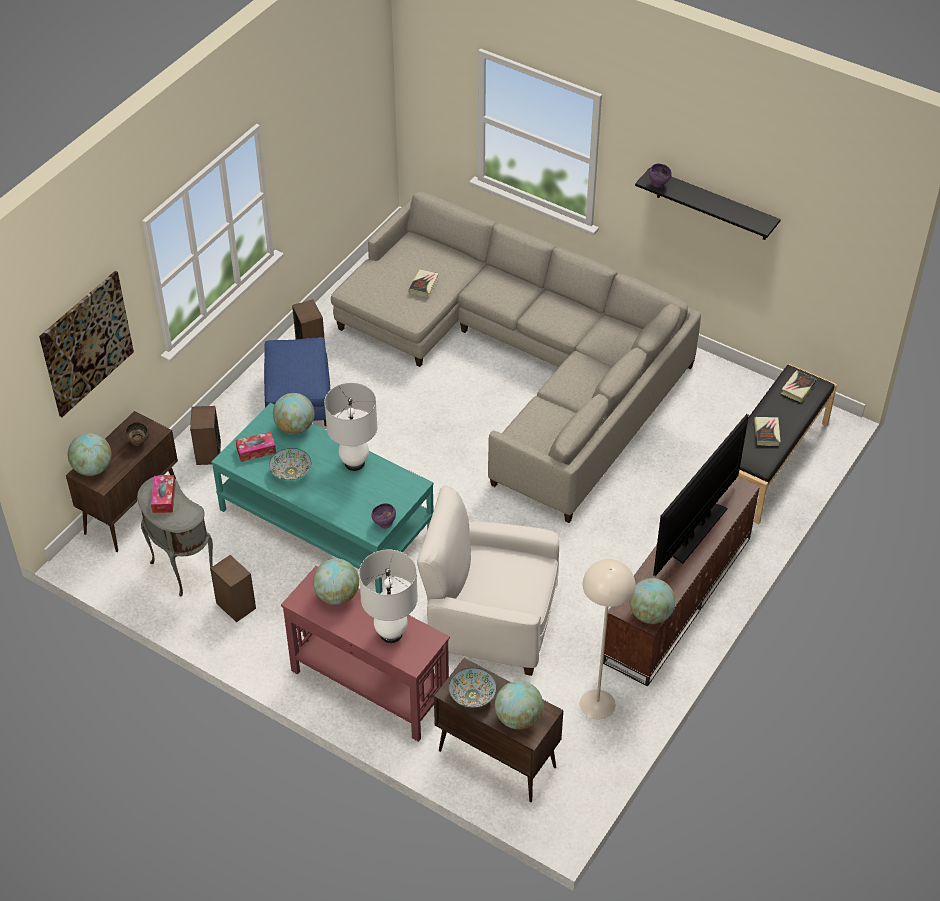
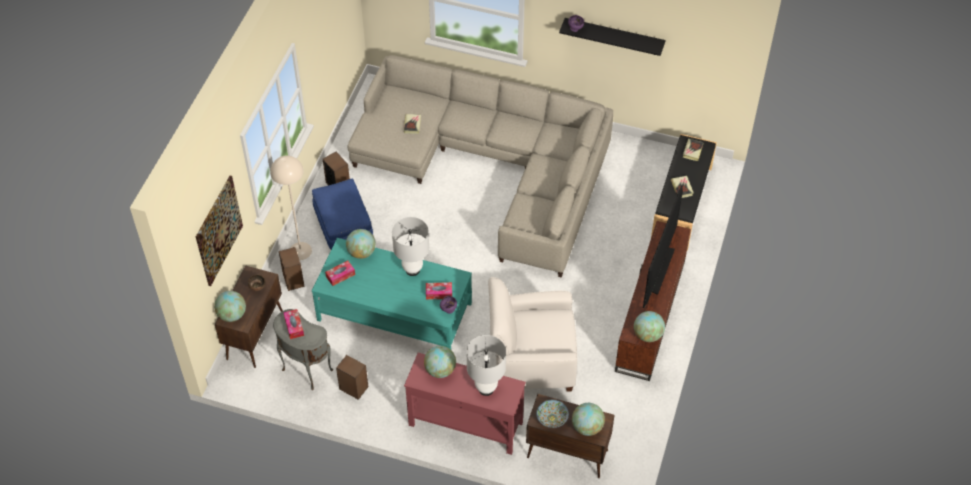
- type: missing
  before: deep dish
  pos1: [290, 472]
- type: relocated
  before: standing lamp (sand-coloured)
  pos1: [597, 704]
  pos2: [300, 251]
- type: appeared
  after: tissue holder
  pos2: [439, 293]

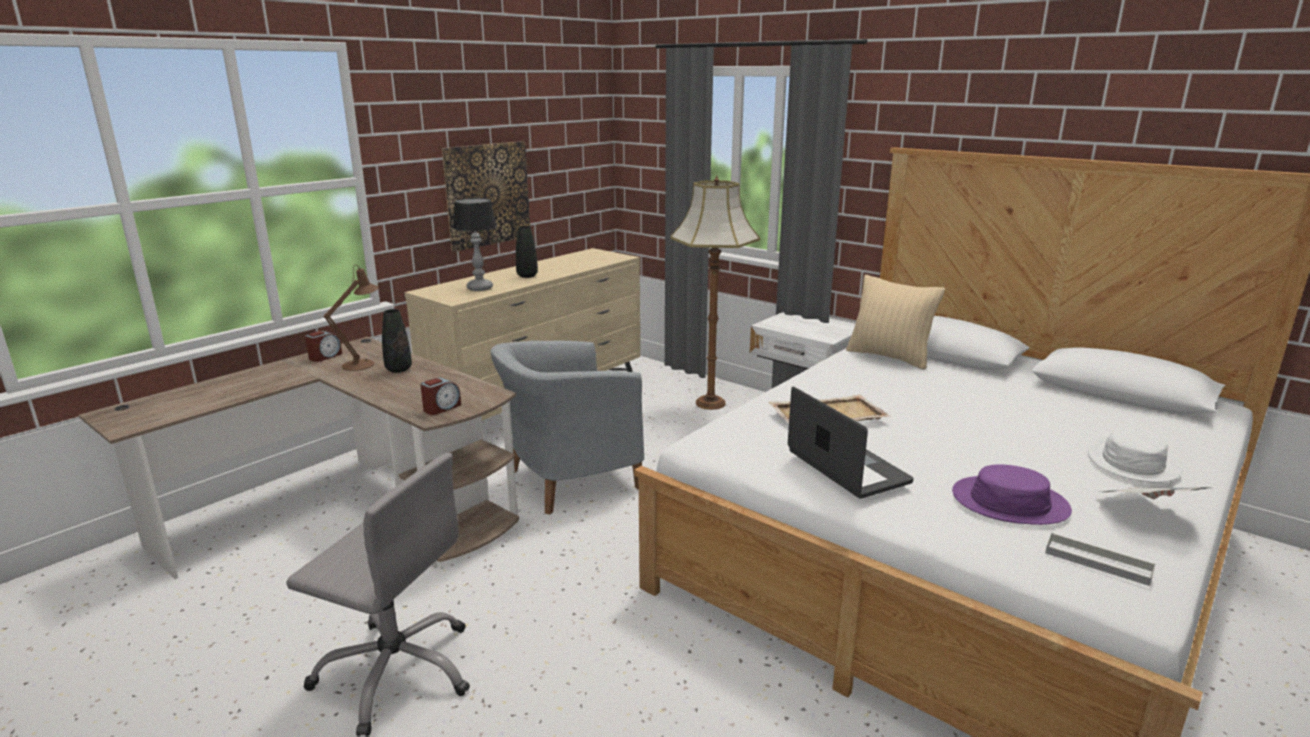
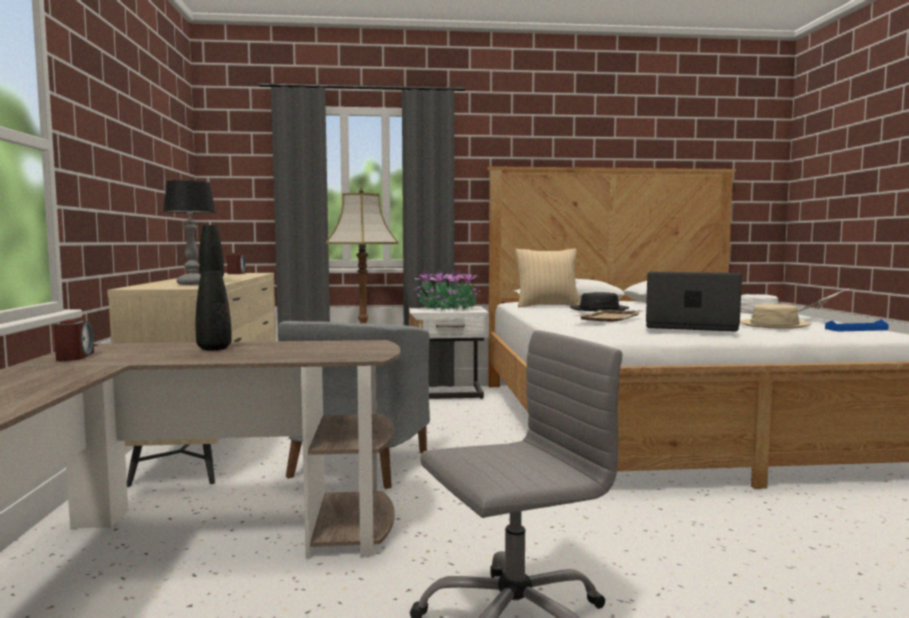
- type: missing
  before: tabletop lamp (brown)
  pos1: [362, 363]
- type: relocated
  before: alarm clock
  pos1: [441, 408]
  pos2: [236, 273]
- type: missing
  before: wall art
  pos1: [487, 194]
- type: colour
  before: hat (purple)
  after: hat (sand-coloured)
  pos1: [1009, 502]
  pos2: [774, 325]
- type: colour
  before: carrying tray (grey)
  after: carrying tray (bluish)
  pos1: [1098, 562]
  pos2: [856, 329]
- type: appeared
  after: houseplant
  pos2: [448, 309]
- type: appeared
  after: hat (blackish)
  pos2: [599, 309]

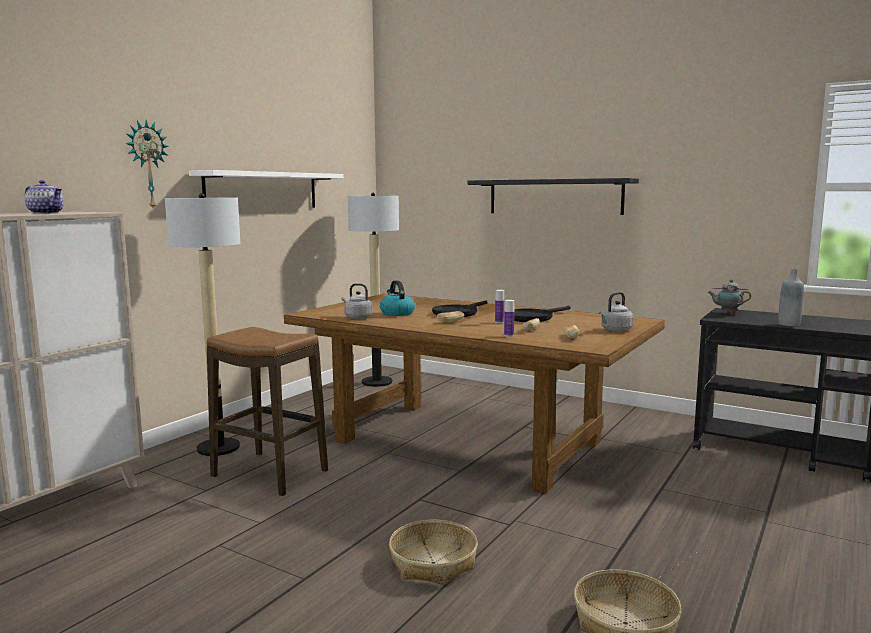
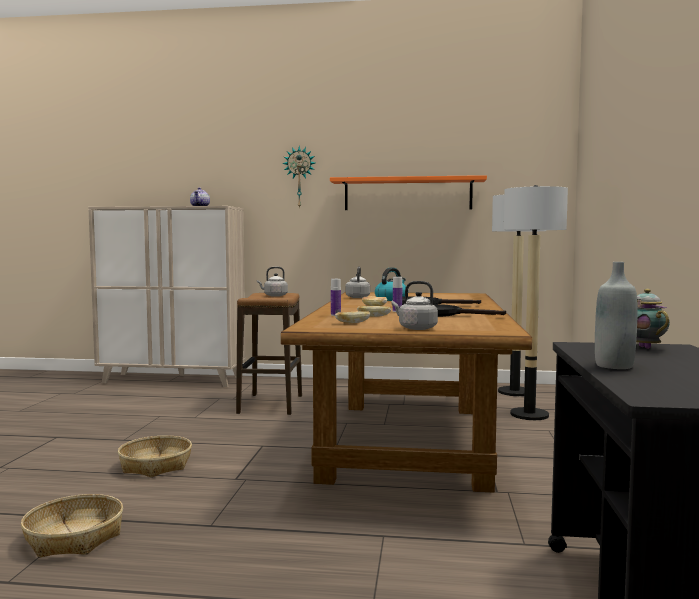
- type: relocated
  before: standing lamp
  pos1: [218, 448]
  pos2: [529, 415]
- type: colour
  before: bracket shelf (white)
  after: bracket shelf (orangey)
  pos1: [263, 191]
  pos2: [407, 194]
- type: missing
  before: bracket shelf (blackish)
  pos1: [554, 196]
- type: appeared
  after: water kettle (grey)
  pos2: [274, 296]

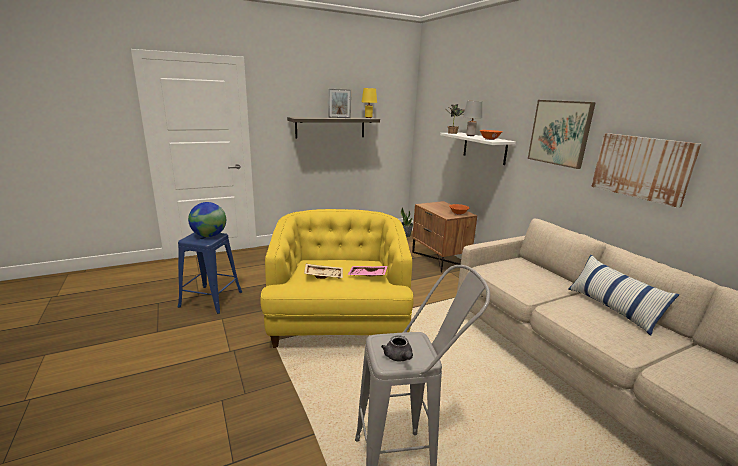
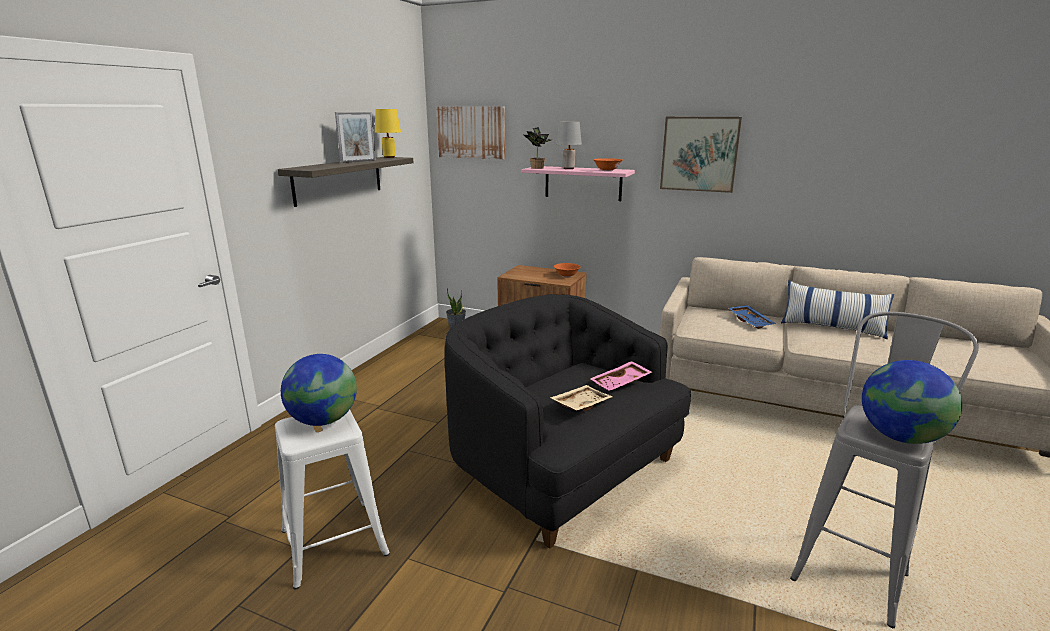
- type: colour
  before: stool seat (bluish)
  after: stool seat (white)
  pos1: [211, 299]
  pos2: [334, 542]
- type: colour
  before: lounge chair (yellow)
  after: lounge chair (blackish)
  pos1: [338, 321]
  pos2: [562, 469]
- type: exchanged
  before: teapot (grey)
  after: globe
  pos1: [399, 357]
  pos2: [900, 437]
- type: colour
  before: bracket shelf (white)
  after: bracket shelf (pink-coloured)
  pos1: [484, 148]
  pos2: [583, 183]
- type: relocated
  before: wall art
  pos1: [641, 167]
  pos2: [471, 132]
- type: appeared
  after: carrying tray (bluish)
  pos2: [751, 321]

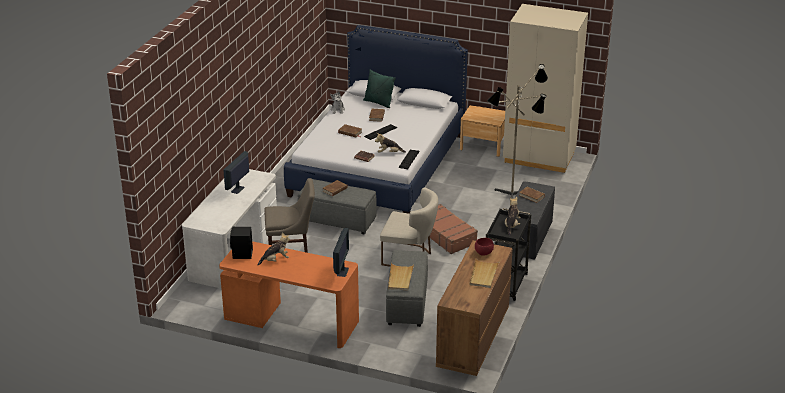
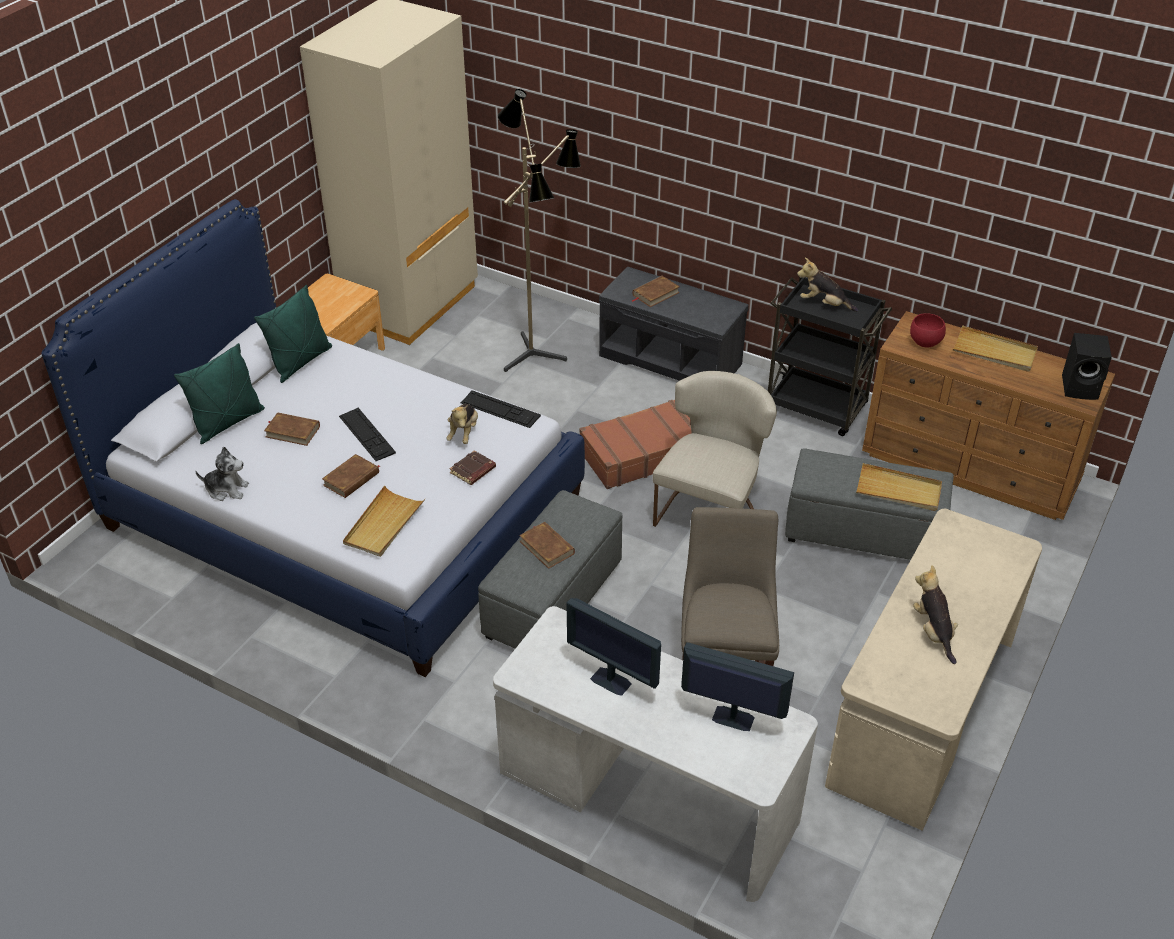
- type: colour
  before: desk unit (orangey)
  after: desk unit (sand-coloured)
  pos1: [291, 321]
  pos2: [922, 711]
- type: relocated
  before: loudspeaker (blackish)
  pos1: [242, 254]
  pos2: [1081, 388]
- type: relocated
  before: computer screen
  pos1: [342, 271]
  pos2: [732, 718]
- type: appeared
  after: cushion (green)
  pos2: [300, 362]
- type: appeared
  after: carrying tray (sand-coloured)
  pos2: [383, 524]

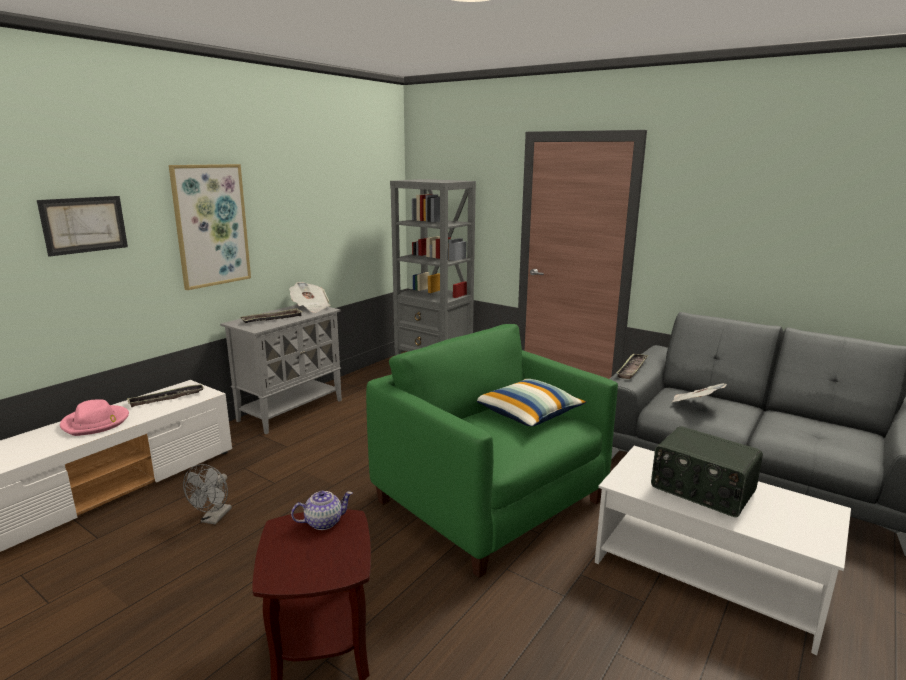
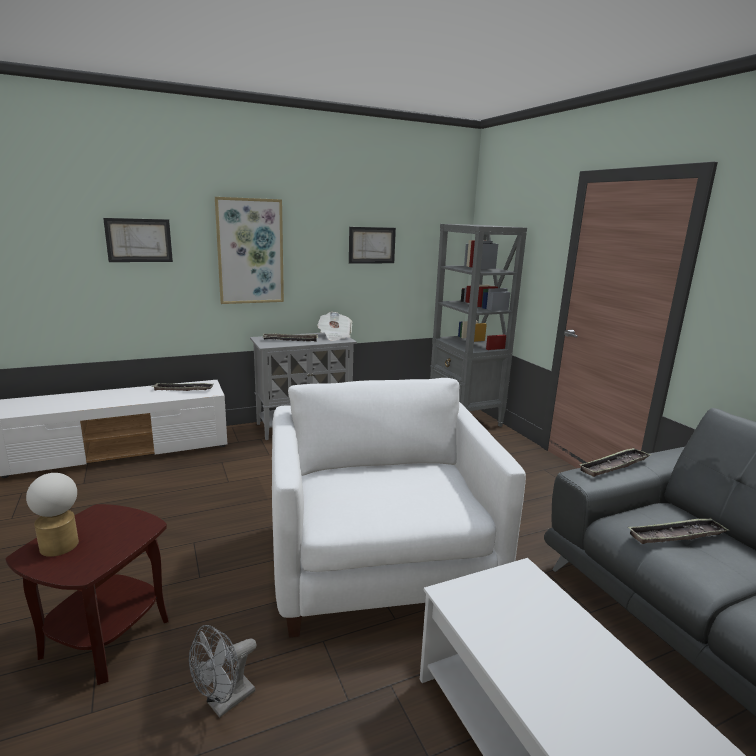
- type: missing
  before: hat (pink-coloured)
  pos1: [96, 423]
- type: relocated
  before: electric fan (grey)
  pos1: [214, 518]
  pos2: [225, 702]
- type: missing
  before: teapot
  pos1: [323, 522]
- type: colour
  before: lounge chair (green)
  after: lounge chair (white)
  pos1: [490, 501]
  pos2: [381, 565]
- type: missing
  before: cushion
  pos1: [528, 414]
- type: missing
  before: radio set
  pos1: [701, 490]
- type: exchanged
  before: daily paper
  after: carrying tray
  pos1: [695, 405]
  pos2: [676, 535]
- type: appeared
  after: tabletop lamp
  pos2: [61, 542]
- type: appeared
  after: wall art
  pos2: [372, 245]

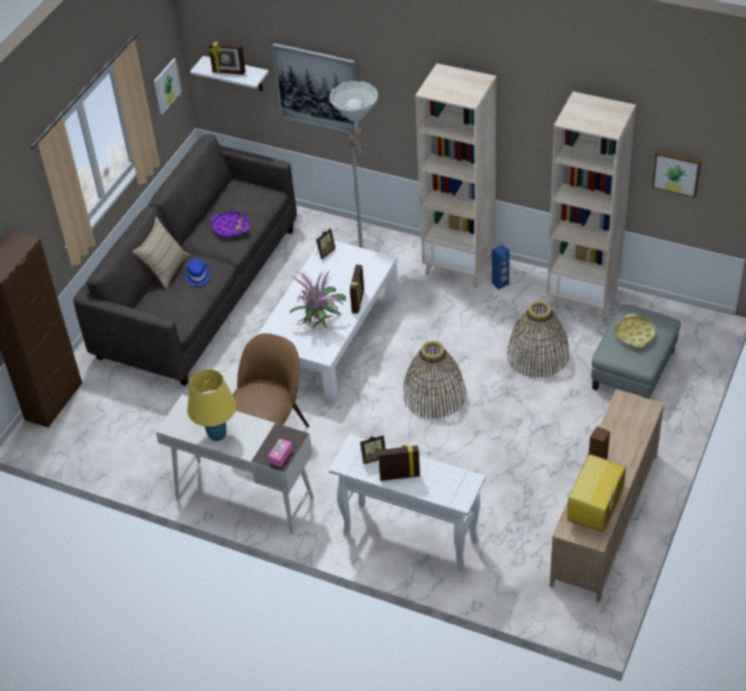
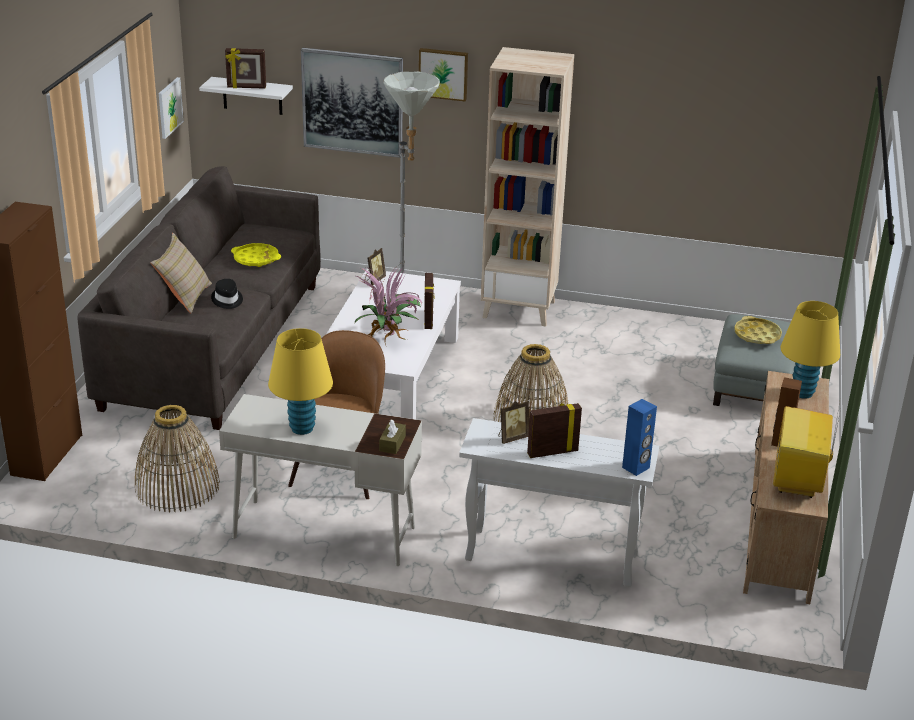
- type: colour
  before: hat (bluish)
  after: hat (blackish)
  pos1: [197, 275]
  pos2: [227, 300]
- type: colour
  before: carrying tray (purple)
  after: carrying tray (yellow)
  pos1: [230, 227]
  pos2: [256, 259]
- type: colour
  before: tissue holder (pink-coloured)
  after: tissue holder (brown)
  pos1: [280, 456]
  pos2: [392, 443]
- type: relocated
  before: loudspeaker (bluish)
  pos1: [500, 283]
  pos2: [636, 468]
- type: relocated
  before: storage basket
  pos1: [537, 355]
  pos2: [177, 487]
- type: missing
  before: shelving unit (sand-coloured)
  pos1: [583, 297]
- type: relocated
  before: wall art
  pos1: [677, 172]
  pos2: [443, 73]
- type: appeared
  after: tabletop lamp (yellow)
  pos2: [802, 393]

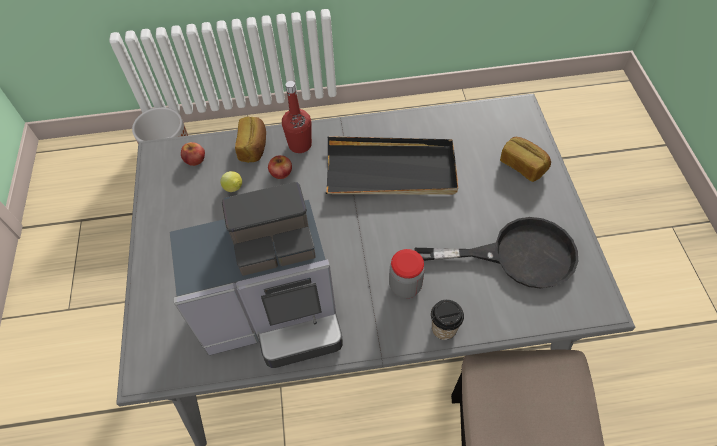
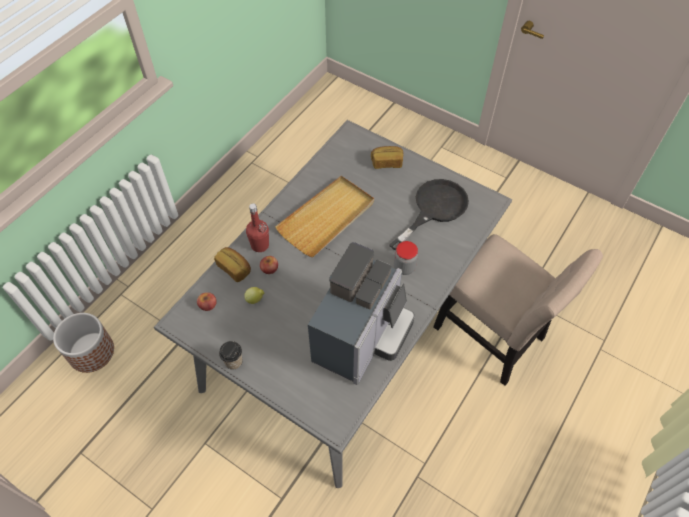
- type: colour
  before: carrying tray (blackish)
  after: carrying tray (sand-coloured)
  pos1: [391, 170]
  pos2: [327, 218]
- type: relocated
  before: drinking cup
  pos1: [444, 329]
  pos2: [233, 362]

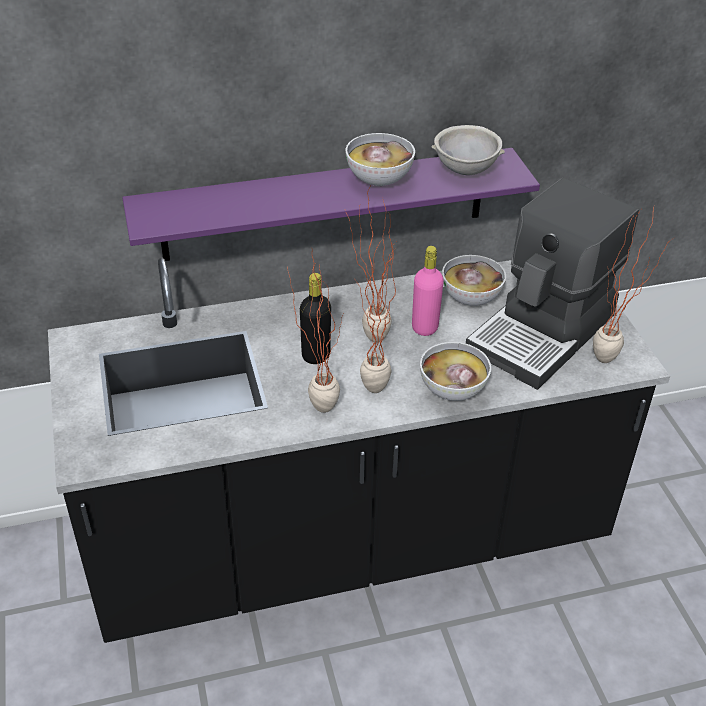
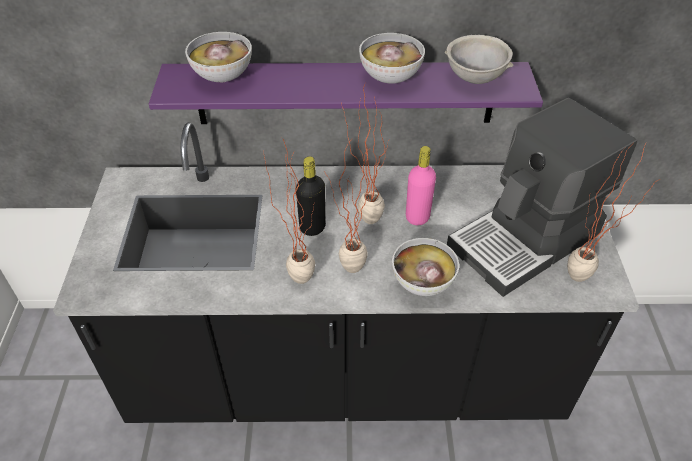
- type: relocated
  before: deep dish
  pos1: [471, 298]
  pos2: [223, 77]

